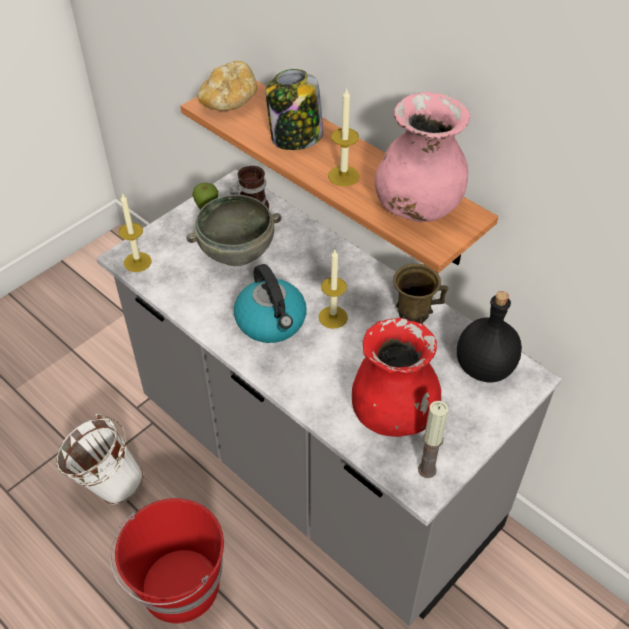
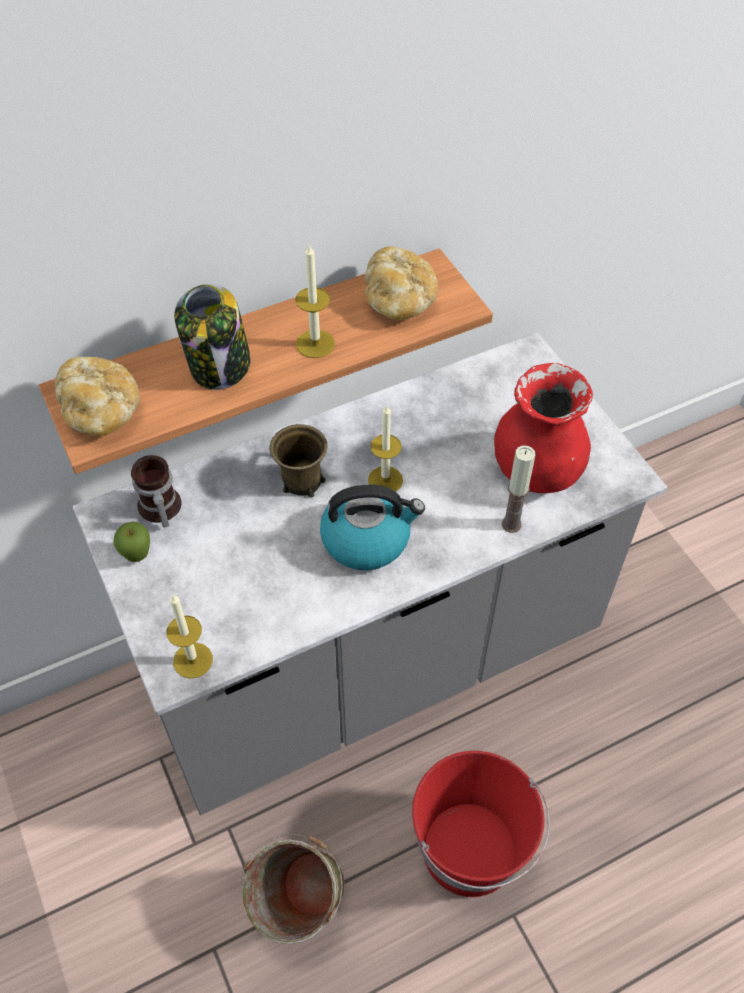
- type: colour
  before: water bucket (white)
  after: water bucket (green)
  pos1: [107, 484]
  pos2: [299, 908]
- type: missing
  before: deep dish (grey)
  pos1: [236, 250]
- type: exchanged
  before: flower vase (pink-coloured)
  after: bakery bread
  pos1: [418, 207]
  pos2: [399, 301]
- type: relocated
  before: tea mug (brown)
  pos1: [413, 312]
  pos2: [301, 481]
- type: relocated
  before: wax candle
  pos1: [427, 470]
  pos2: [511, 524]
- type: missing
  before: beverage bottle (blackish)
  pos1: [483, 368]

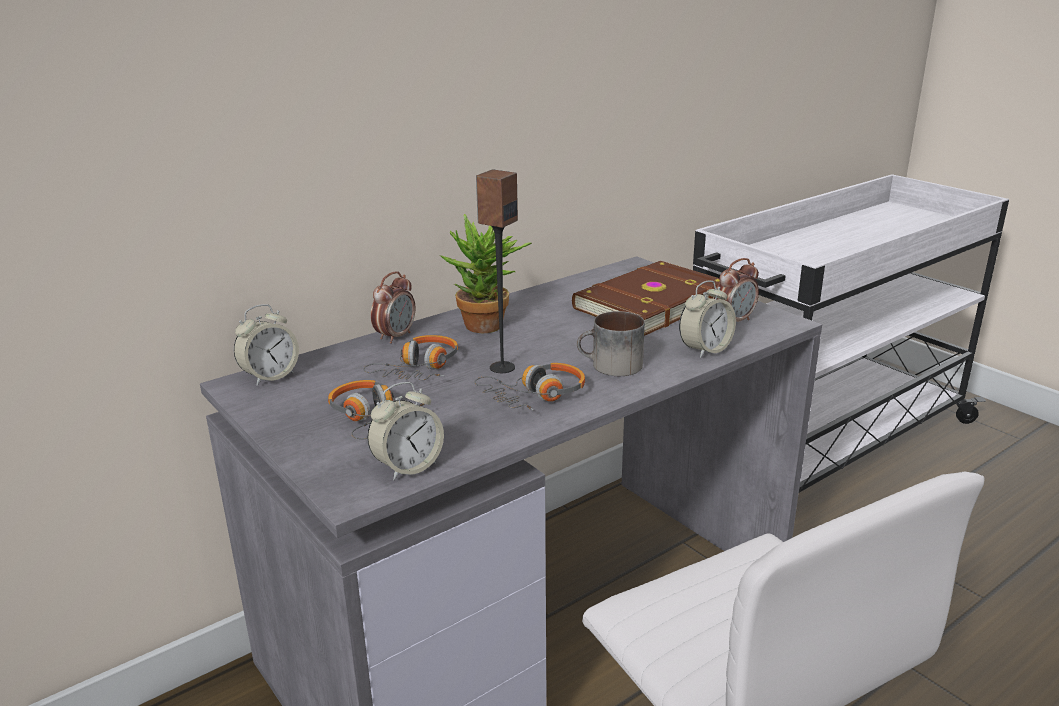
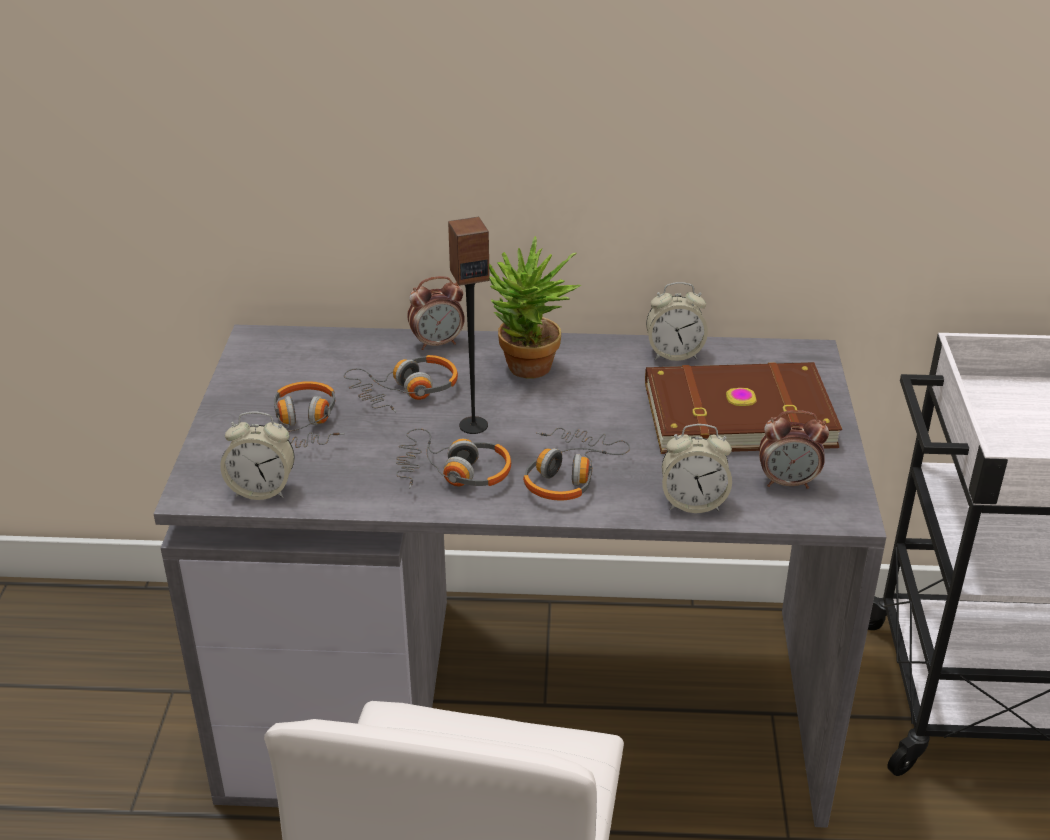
- type: relocated
  before: alarm clock
  pos1: [270, 376]
  pos2: [674, 353]
- type: exchanged
  before: tea mug
  after: headset
  pos1: [610, 366]
  pos2: [569, 474]

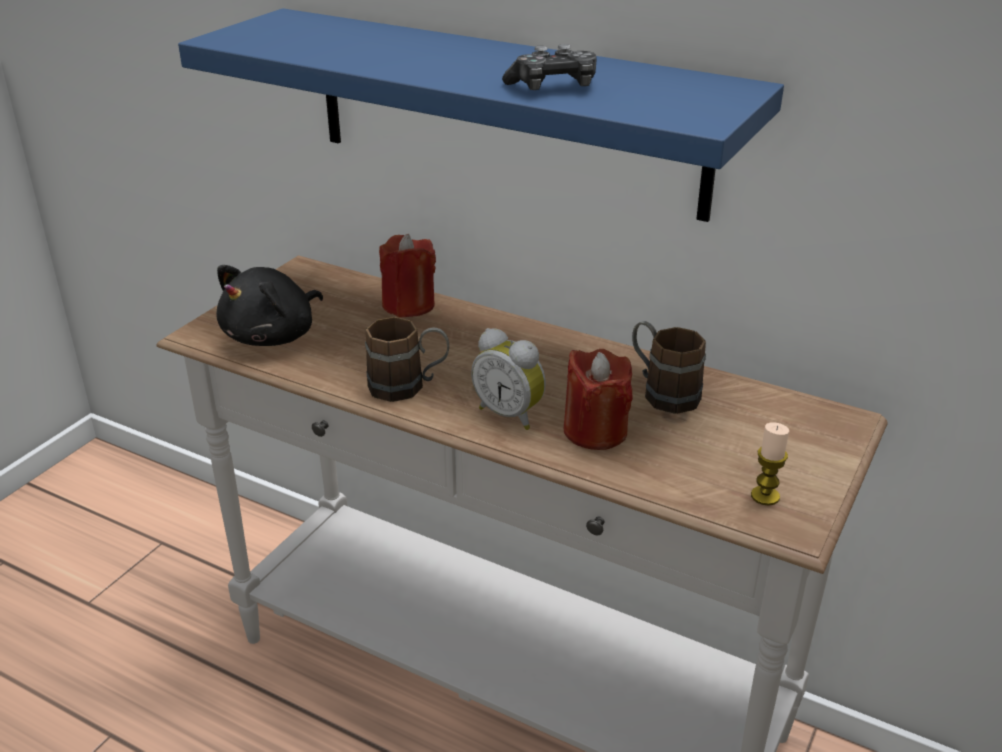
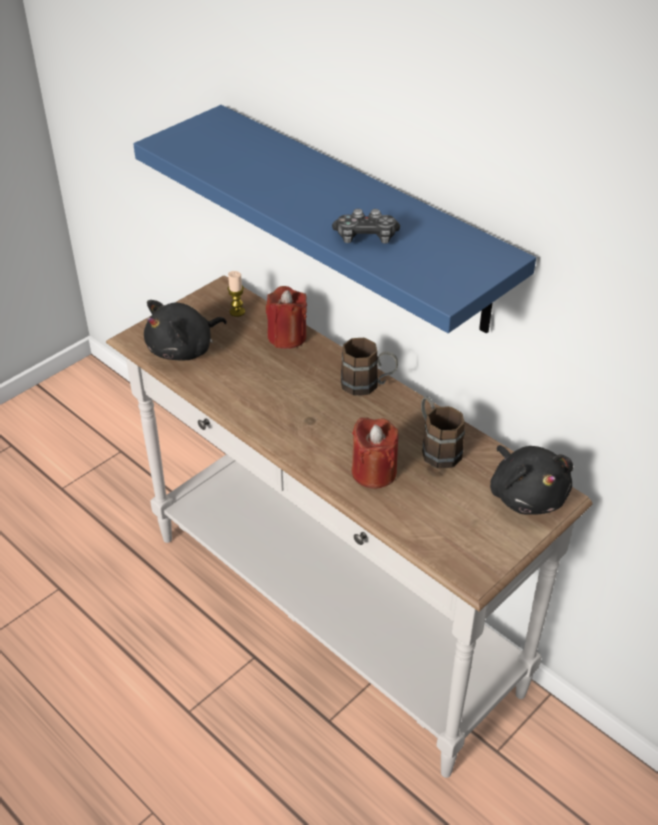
- type: relocated
  before: tea mug (brown)
  pos1: [408, 386]
  pos2: [368, 385]
- type: missing
  before: alarm clock
  pos1: [510, 414]
- type: relocated
  before: wax candle
  pos1: [765, 496]
  pos2: [237, 312]
- type: appeared
  after: cuddly toy (blackish)
  pos2: [526, 495]

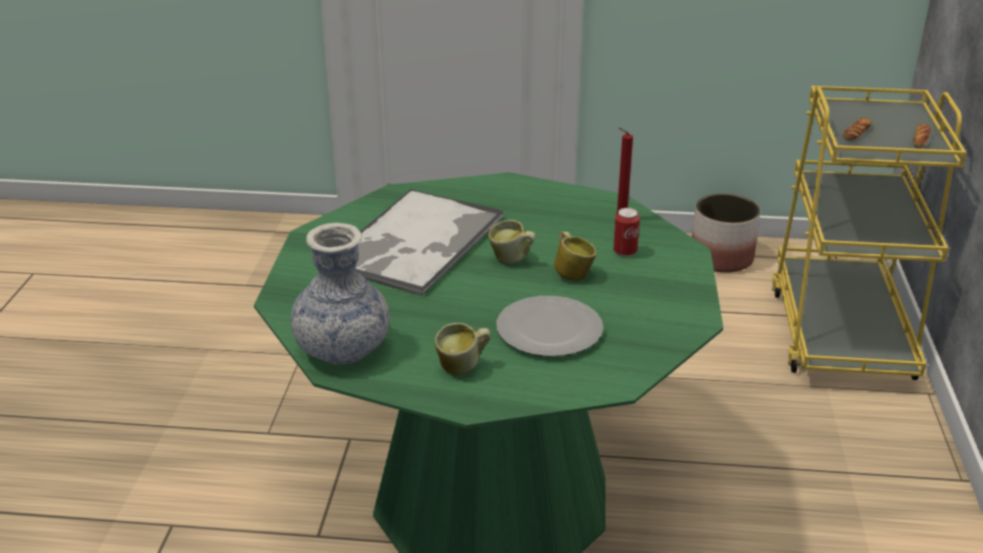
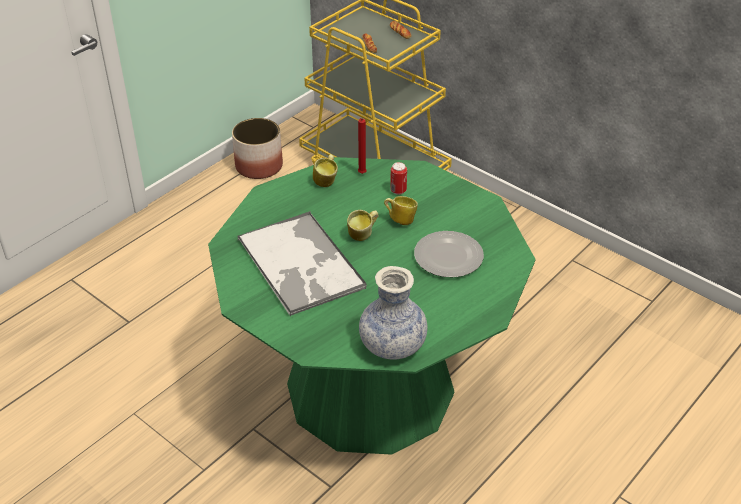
- type: relocated
  before: tea mug
  pos1: [463, 368]
  pos2: [327, 181]

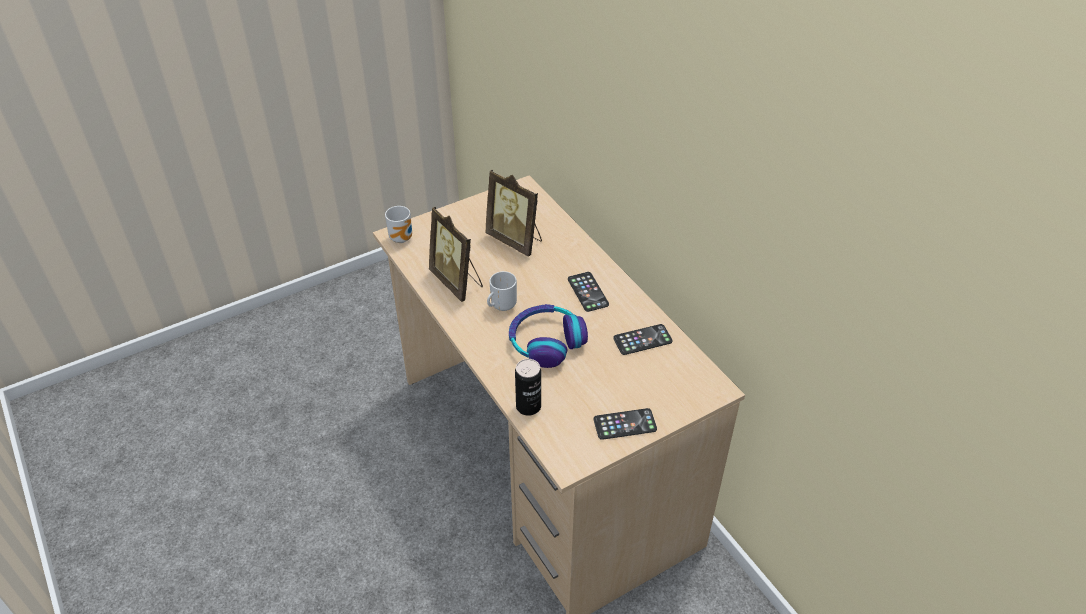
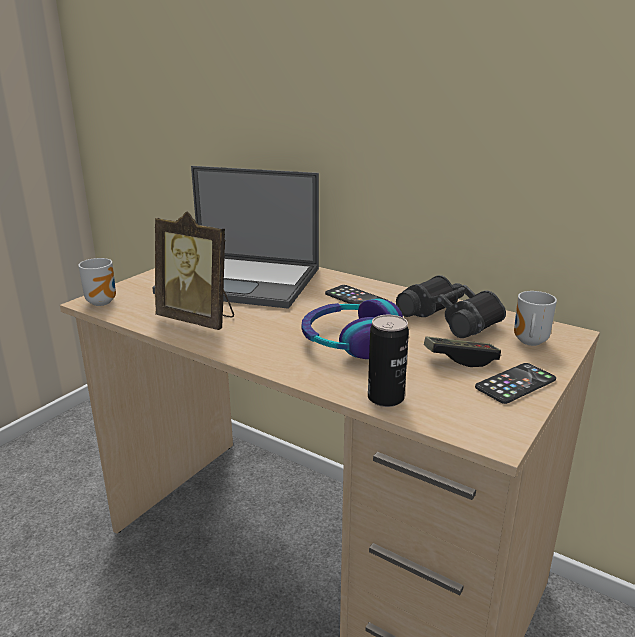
- type: exchanged
  before: standing frame
  after: notebook computer
  pos1: [516, 240]
  pos2: [242, 280]
- type: relocated
  before: tea mug
  pos1: [501, 306]
  pos2: [528, 342]
- type: exchanged
  before: phone
  after: field glasses (blackish)
  pos1: [642, 340]
  pos2: [451, 317]
- type: appeared
  after: gamepad
  pos2: [460, 359]

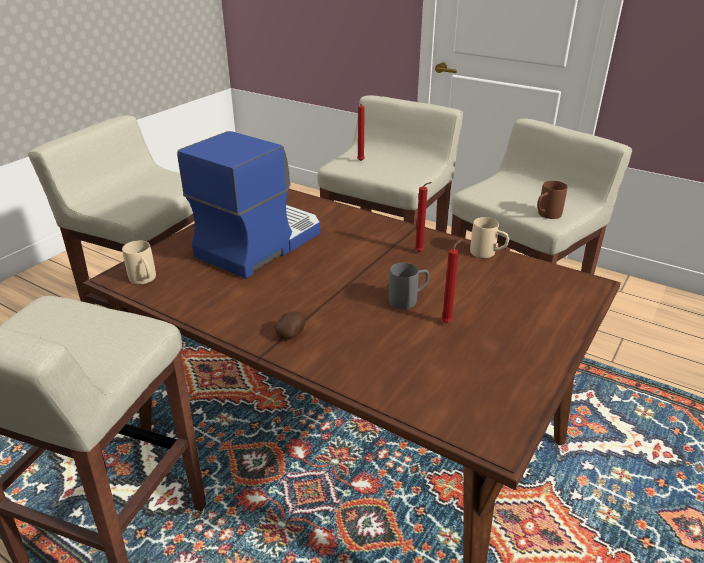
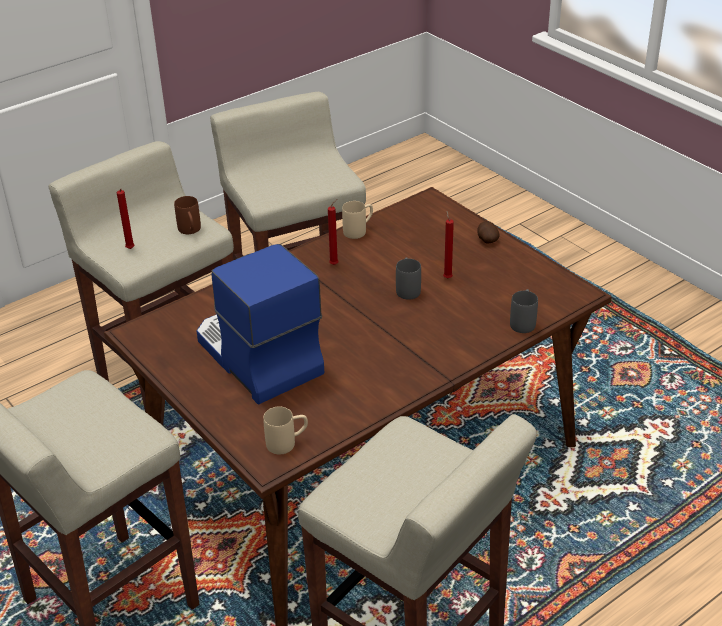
- type: relocated
  before: potato
  pos1: [291, 334]
  pos2: [486, 240]
- type: relocated
  before: tea mug (brown)
  pos1: [546, 215]
  pos2: [190, 231]
- type: appeared
  after: tea mug (grey)
  pos2: [523, 321]

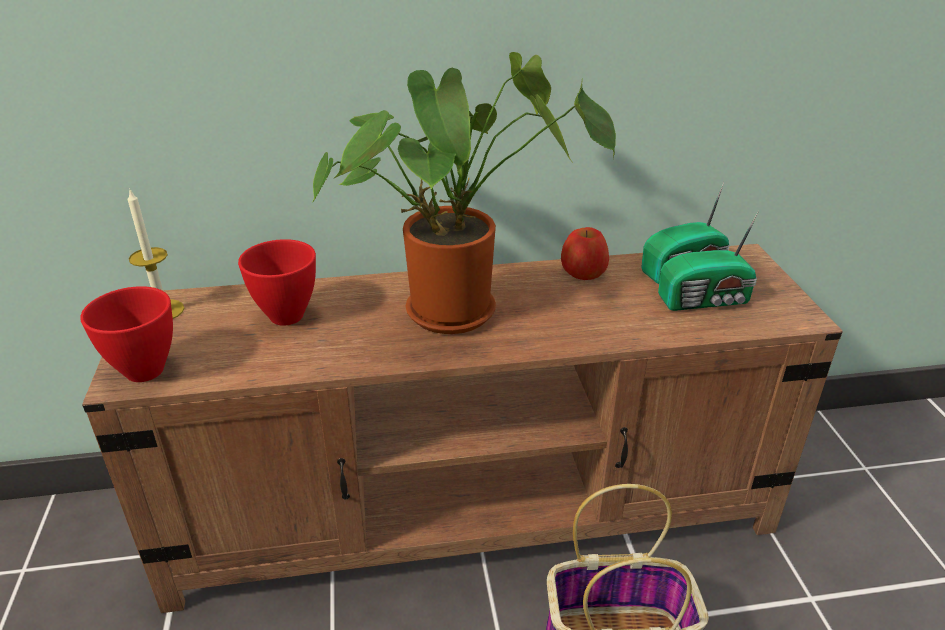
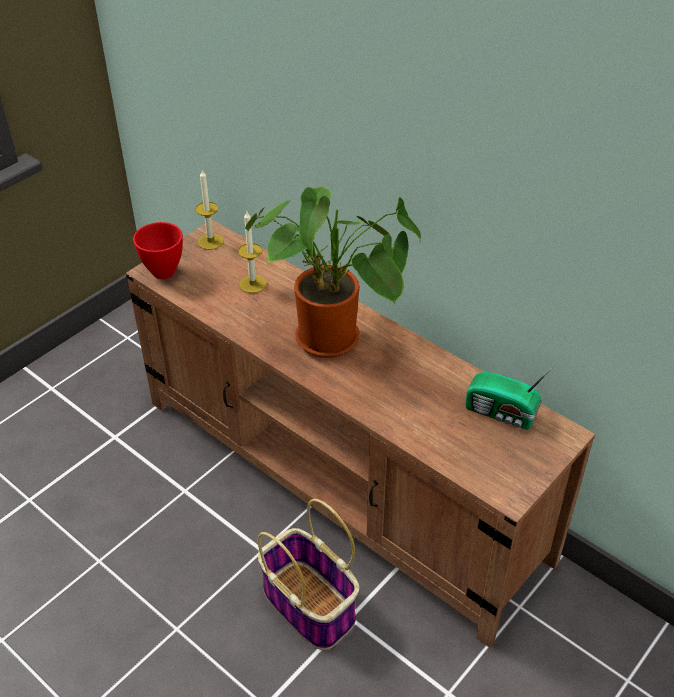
- type: exchanged
  before: deep dish (reddish)
  after: wax candle
  pos1: [286, 317]
  pos2: [252, 284]
- type: missing
  before: apple
  pos1: [584, 271]
- type: missing
  before: radio set
  pos1: [706, 300]

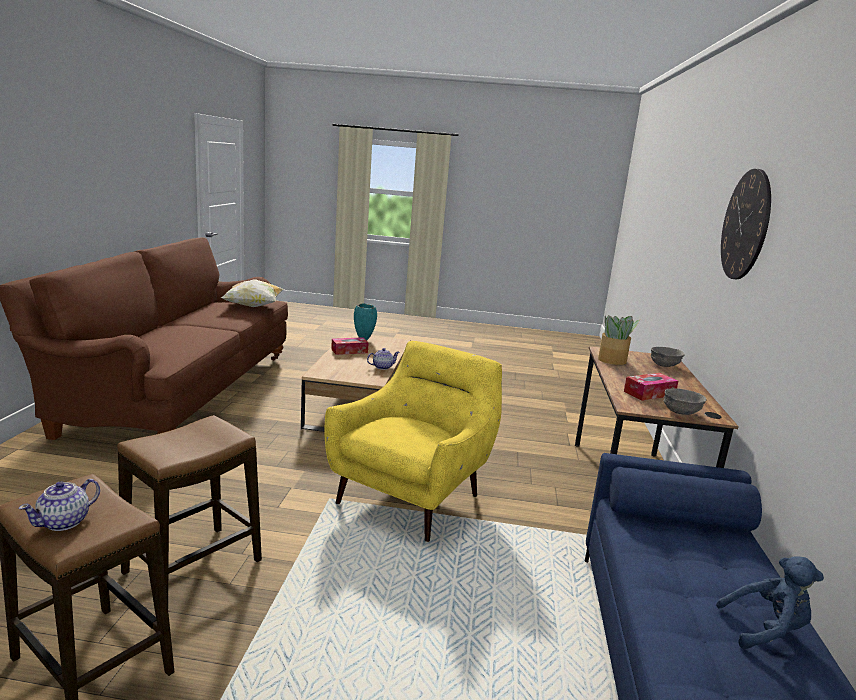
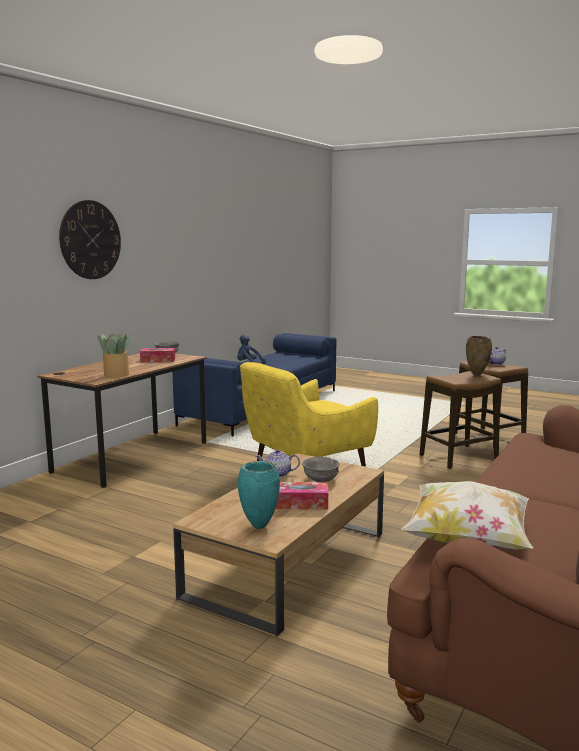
- type: relocated
  before: deep dish (grey)
  pos1: [664, 365]
  pos2: [321, 479]
- type: appeared
  after: flower vase (brown)
  pos2: [477, 375]

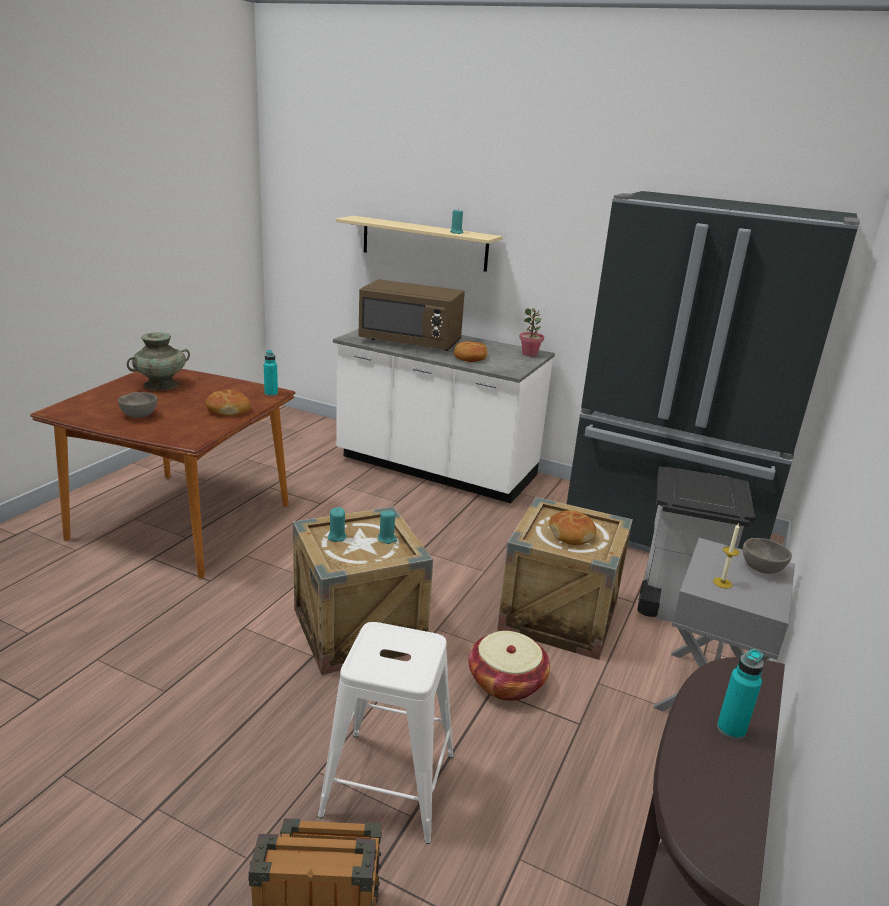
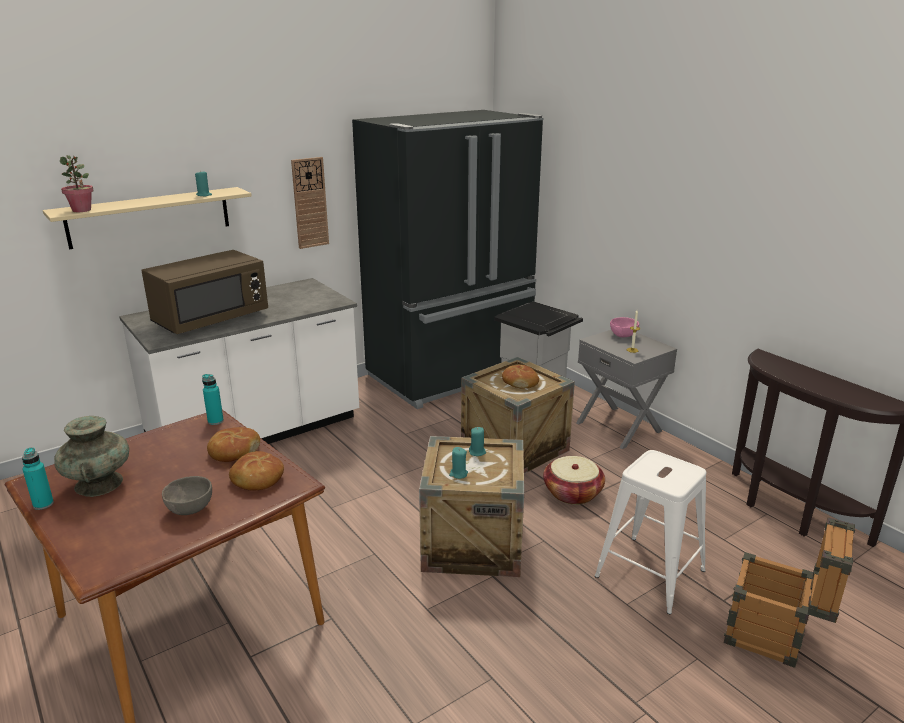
- type: relocated
  before: bakery bread
  pos1: [470, 358]
  pos2: [257, 479]
- type: relocated
  before: houseplant
  pos1: [529, 354]
  pos2: [82, 210]
- type: relocated
  before: beverage bottle (turquoise)
  pos1: [731, 729]
  pos2: [43, 504]
- type: colour
  before: deep dish (grey)
  after: deep dish (pink-coloured)
  pos1: [761, 568]
  pos2: [622, 335]
- type: appeared
  after: wall clock
  pos2: [310, 203]

